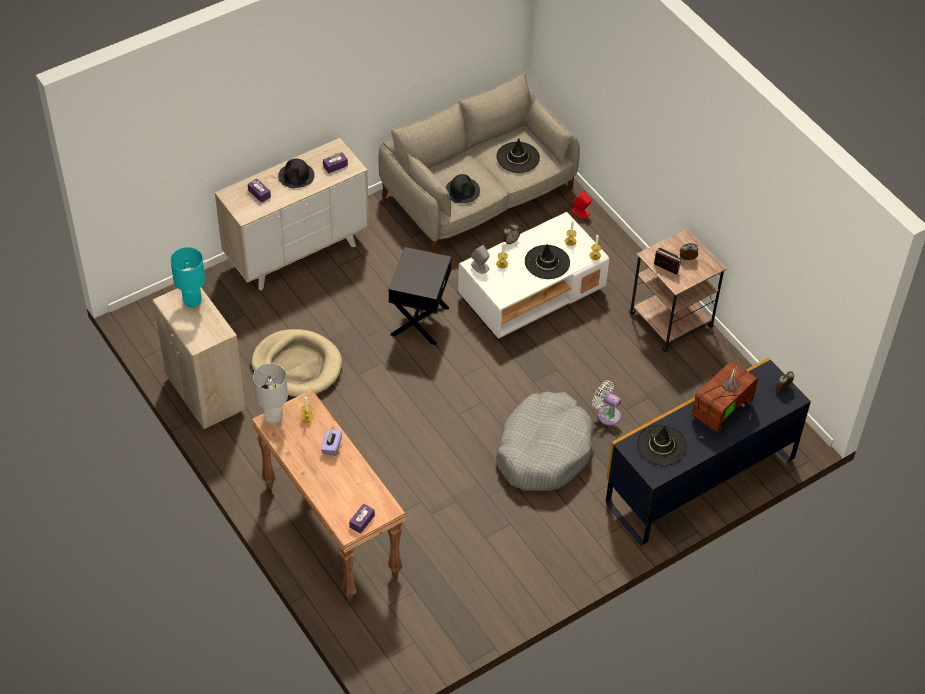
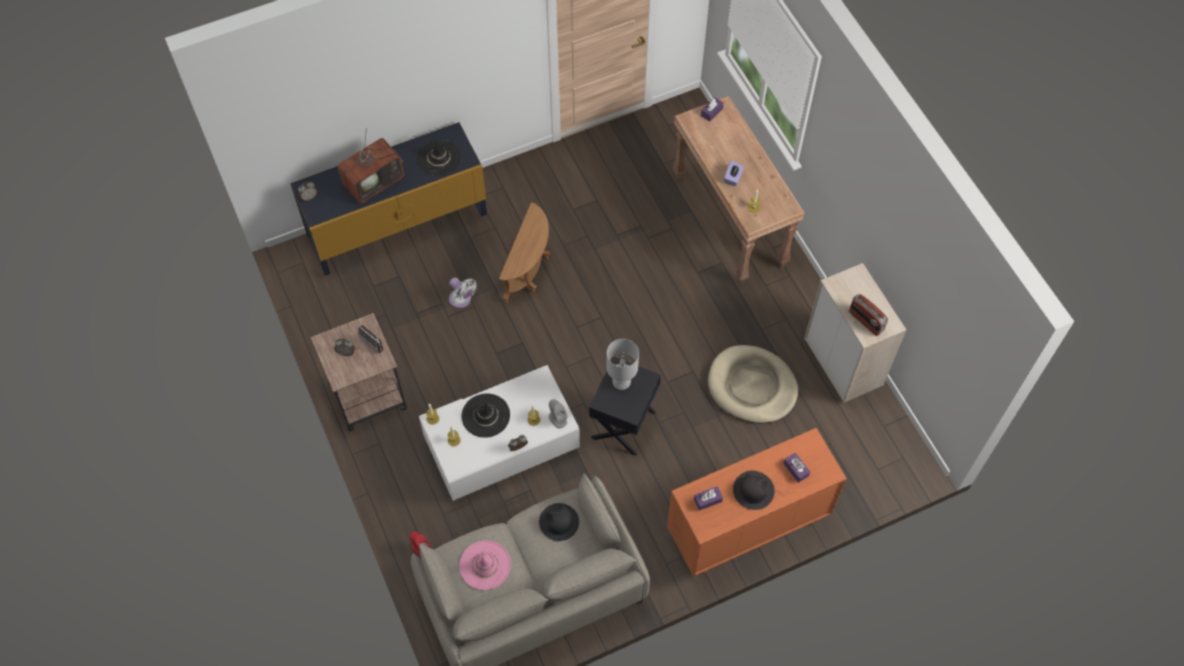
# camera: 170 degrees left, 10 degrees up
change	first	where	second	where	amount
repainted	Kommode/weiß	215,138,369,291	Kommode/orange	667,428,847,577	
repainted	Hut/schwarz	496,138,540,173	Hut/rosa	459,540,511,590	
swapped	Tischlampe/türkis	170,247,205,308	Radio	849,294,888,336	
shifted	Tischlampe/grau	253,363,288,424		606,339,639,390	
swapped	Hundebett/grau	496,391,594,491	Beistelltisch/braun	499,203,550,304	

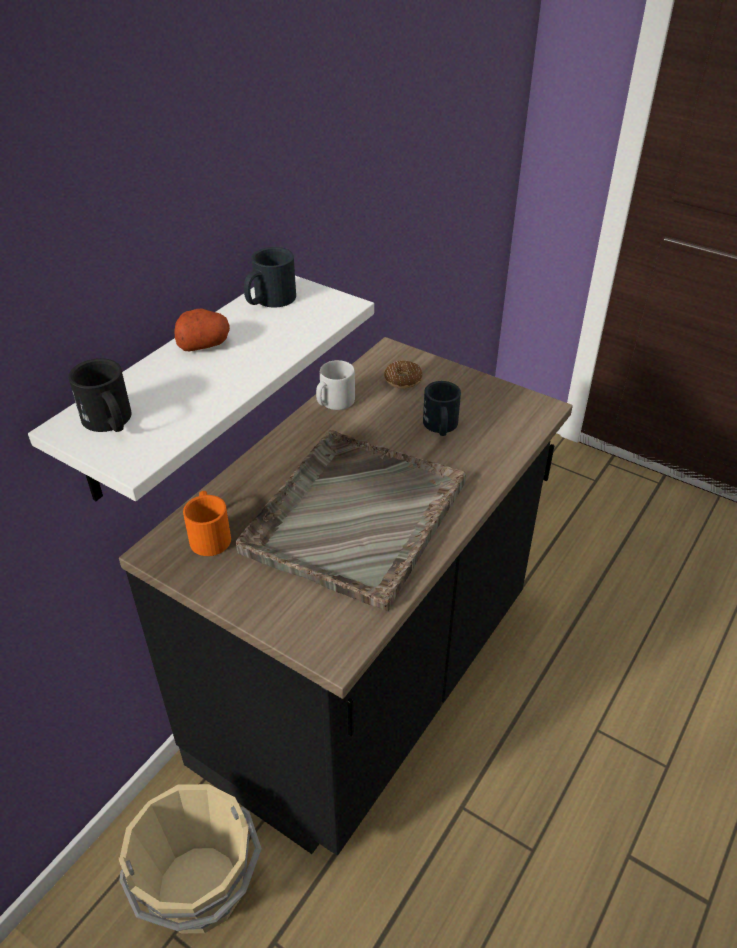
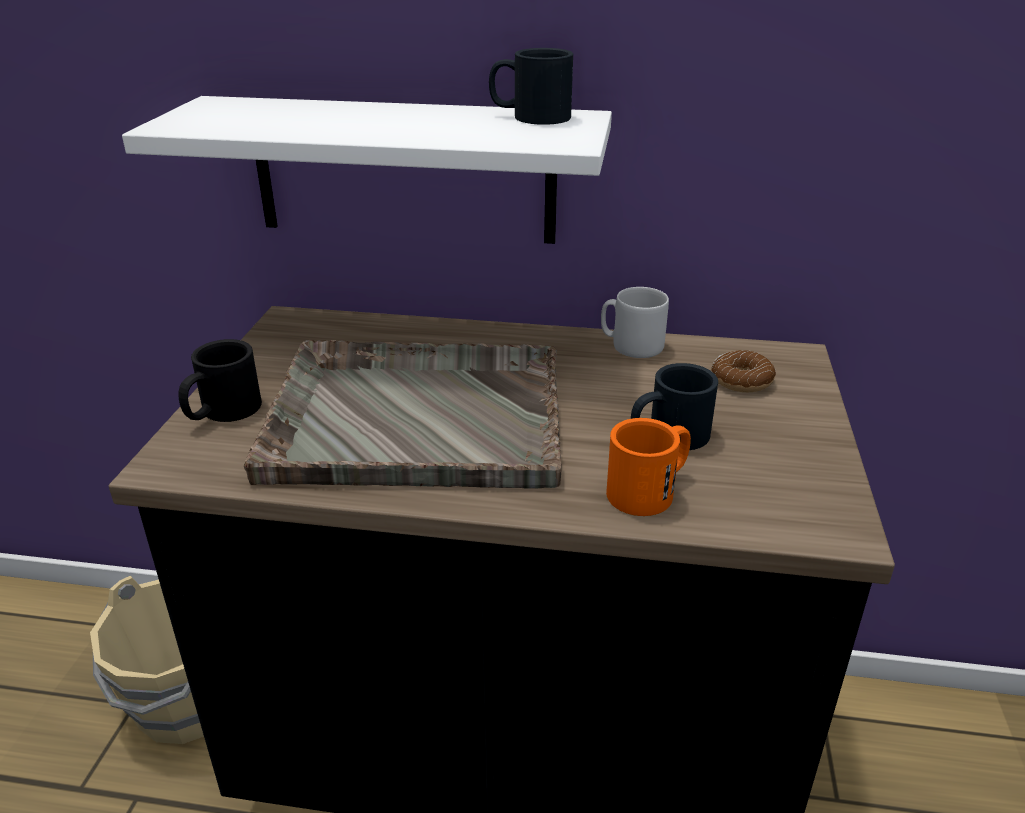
# camera: 65 degrees right, 10 degrees down
change	first	where	second	where	amount
gone	Kartoffel	174,308,230,351			
shifted	Henkelbecher/schwarz	68,358,131,432		178,339,262,422	
shifted	Henkelbecher/orange	183,491,231,556		606,418,691,516	

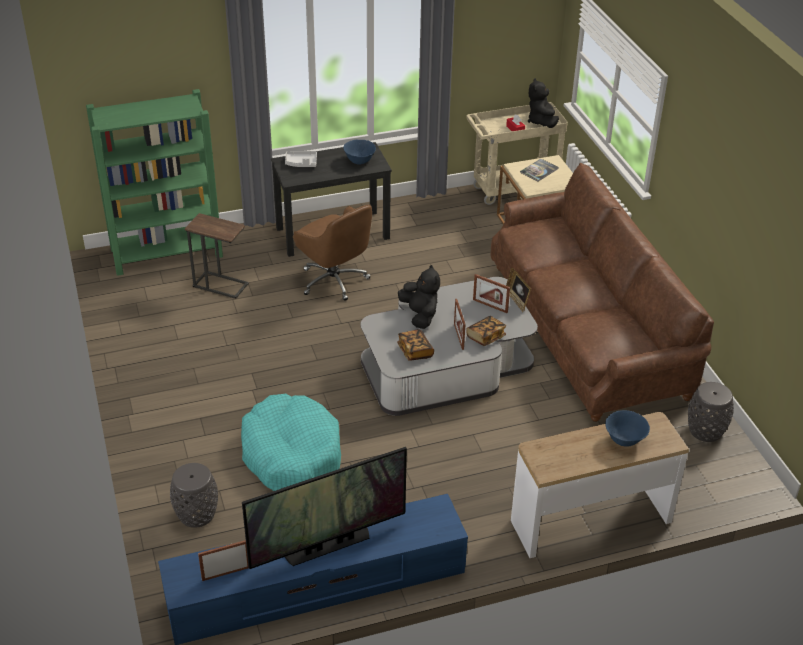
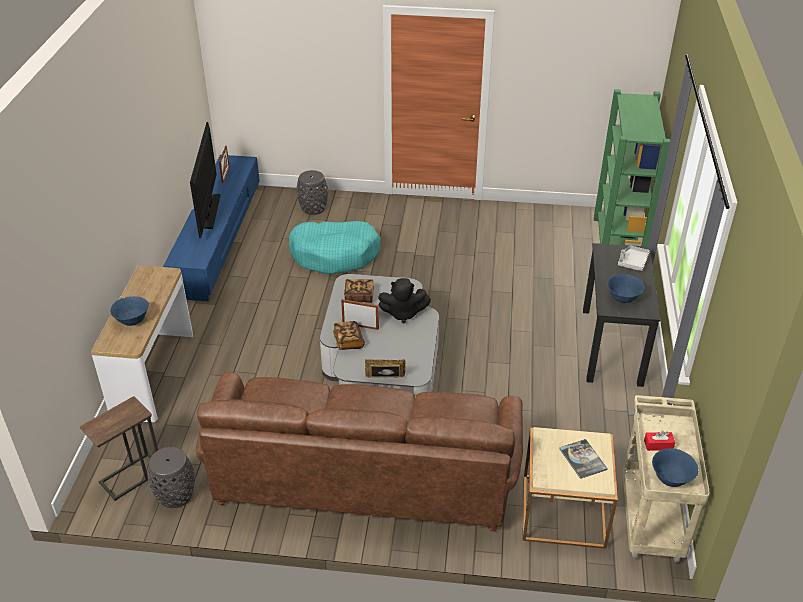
# camera: 115 degrees right, 0 degrees up
change	first	where	second	where	amount
swapped	Plüschtier/schwarz	528,78,559,128	Schüssel/blau	652,448,698,487	
gone	Bürostuhl/braun	293,205,372,300			
shifted	Beistelltisch/braun	185,213,249,299		80,396,158,501	
gone	Bilderrahmen	473,274,510,313			

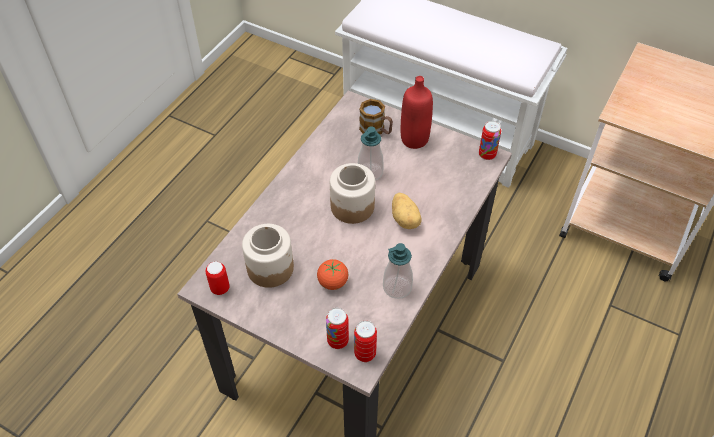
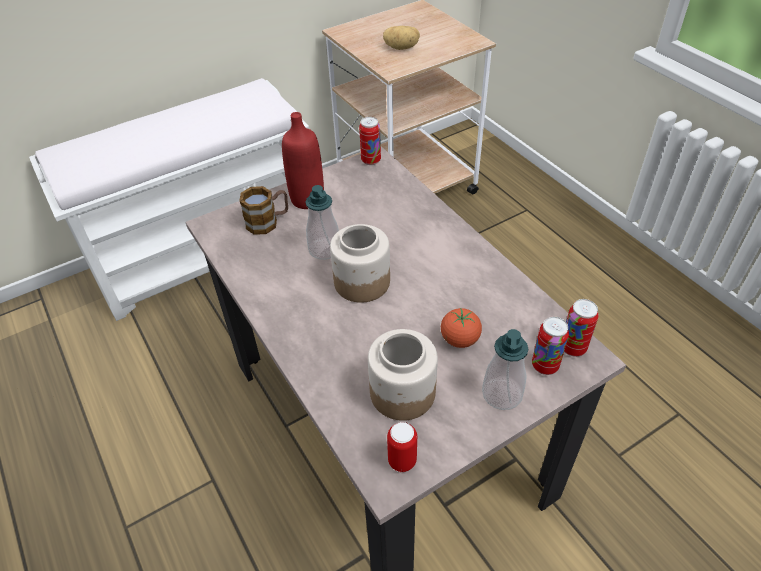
# camera: 60 degrees left, 5 degrees down
change	first	where	second	where	amount
shifted	Kartoffel	392,193,421,229		383,26,420,50	
shifted	Seifenspender	383,243,413,299		482,329,528,410	

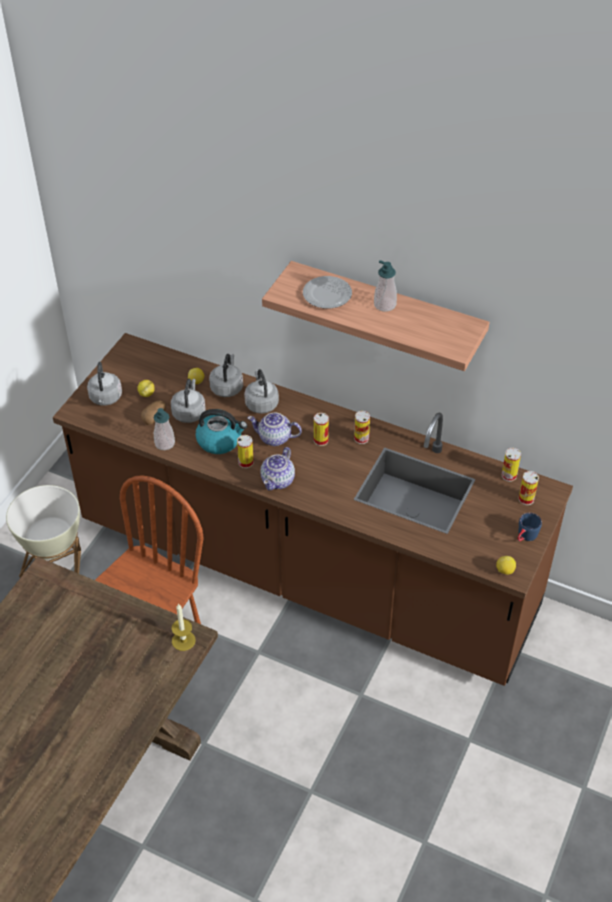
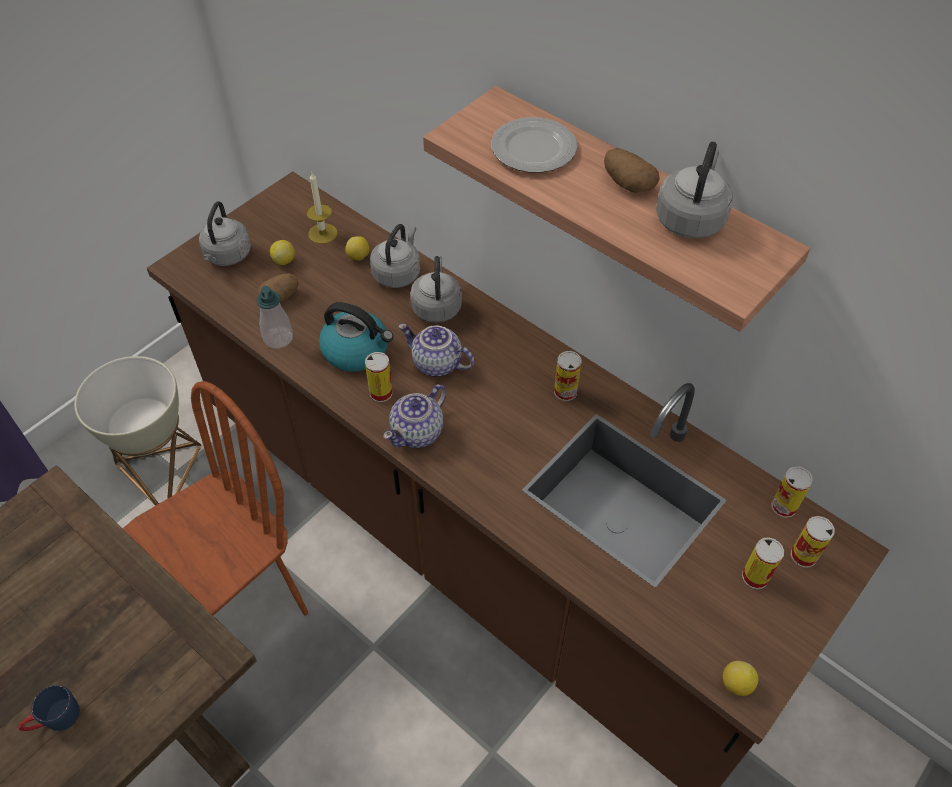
# camera: 15 degrees right, 5 degrees up
change	first	where	second	where	amount
swapped	Seifenspender	374,260,397,312	Kartoffel	604,148,660,193	
shifted	Wasserkessel/grau	171,379,206,423		656,142,733,238	
shifted	Dose	314,413,329,446		742,537,784,589	
shifted	Henkelbecher/blau	518,513,542,541		18,685,80,731	
shifted	Kerze	172,604,196,651		306,172,337,244	

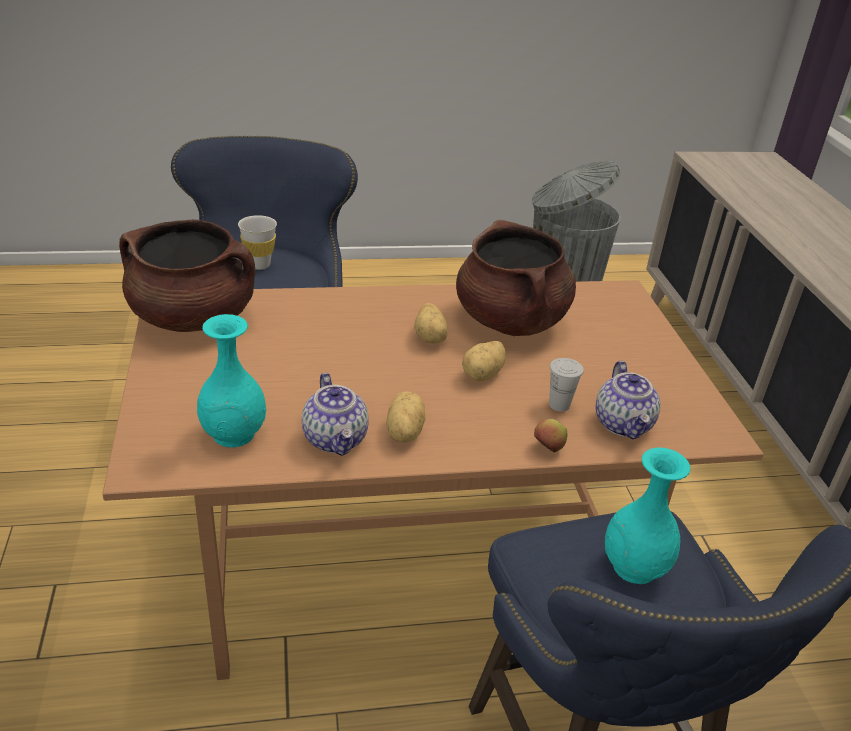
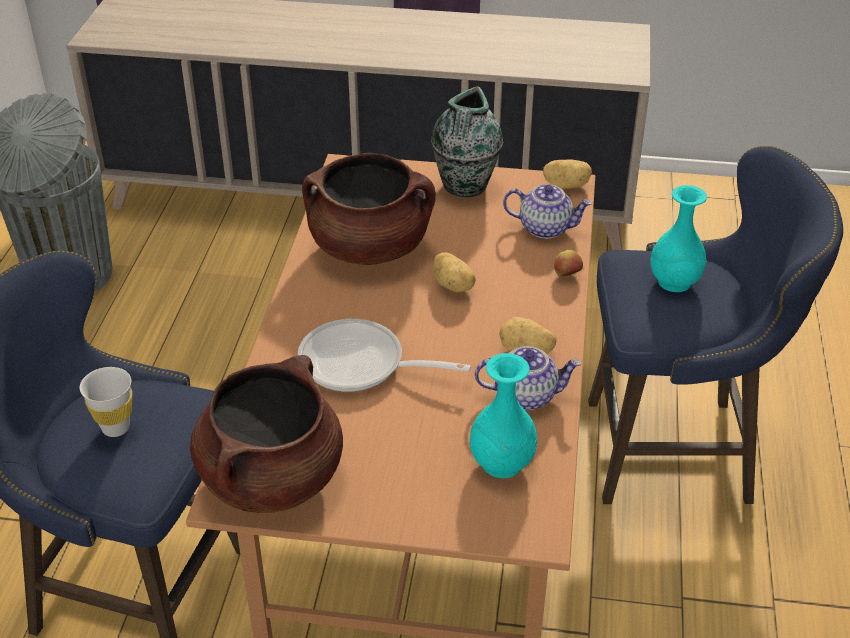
# camera: 70 degrees left, 5 degrees up
change	first	where	second	where	amount
shifted	Kartoffel	414,303,448,344		543,159,592,189	
gone	Tasse/weiß	549,358,584,412			
new			Vase	431,86,503,197	
new			Pfanne	297,319,471,392	

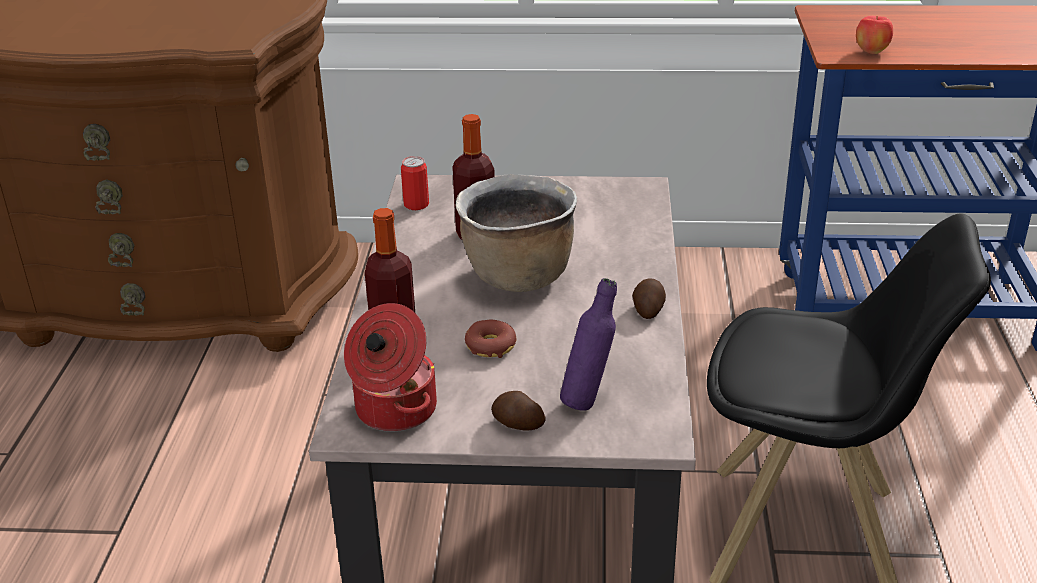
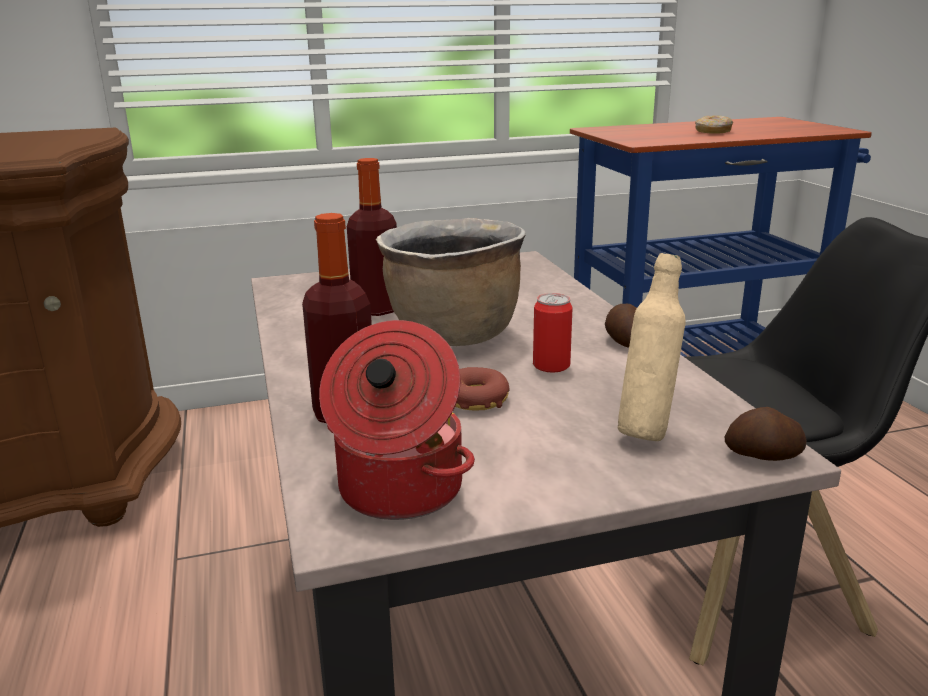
# camera: 20 degrees left, 10 degrees down
change	first	where	second	where	amount
gone	Apfel	856,16,893,54			
shifted	Dose	401,156,429,210		533,293,573,373	
repainted	Flasche/lila	560,278,617,411	Flasche/beige	618,253,686,441	
shifted	Kartoffel	491,391,545,430		725,407,807,461	
new			Donut	695,115,733,134	

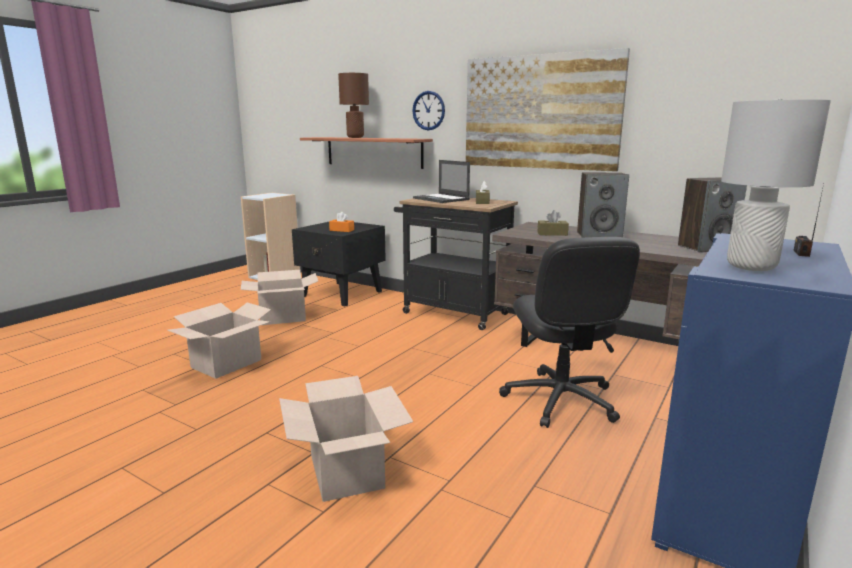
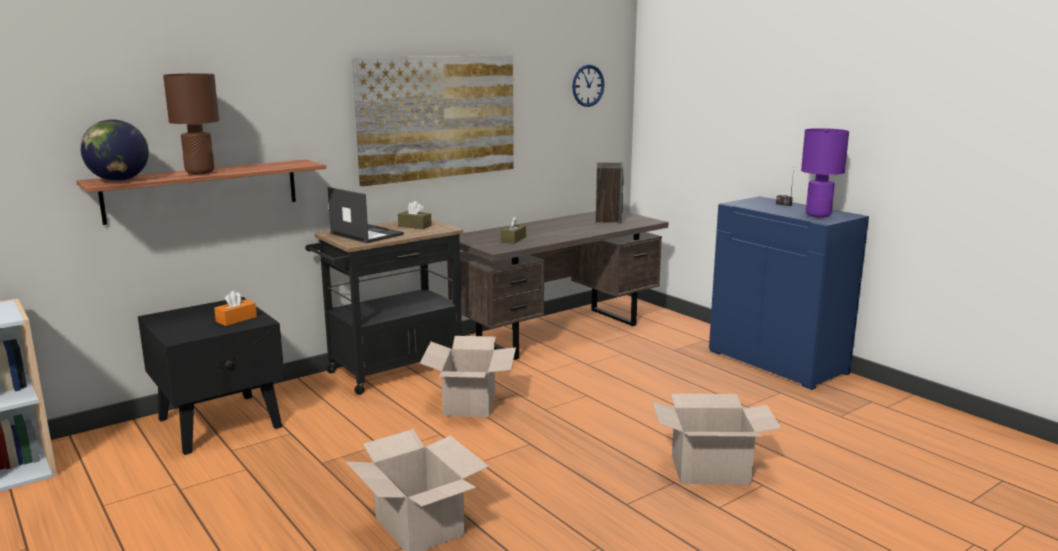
# camera: 70 degrees left, 0 degrees up
change	first	where	second	where	amount
shifted	Wanduhr	412,91,445,130		572,65,604,107	
repainted	Tischlampe/grau	721,99,831,271	Tischlampe/lila	801,128,849,218	
rotated	Laptop	413,160,470,203		327,187,404,243	120 degrees counterclockwise
gone	Lautsprecher	577,172,629,238			
gone	Bürostuhl/schwarz	499,237,640,428			
shifted	Karton	241,270,318,325		420,336,516,417	
new			Globus	80,119,149,181	

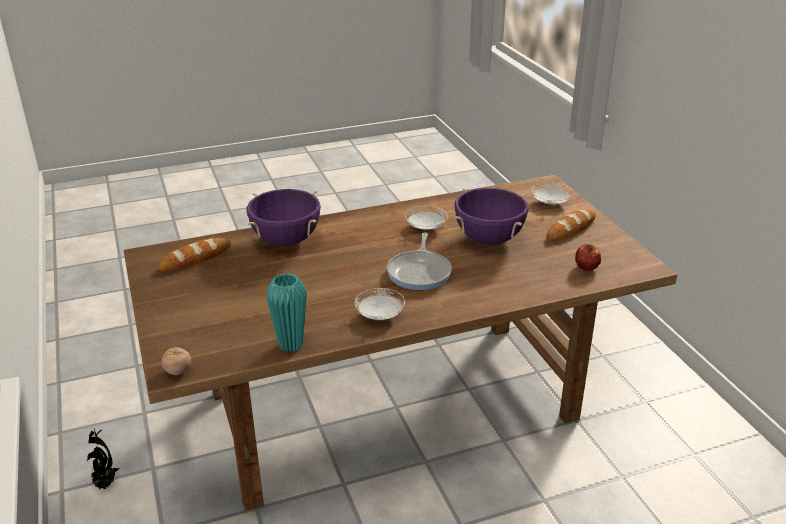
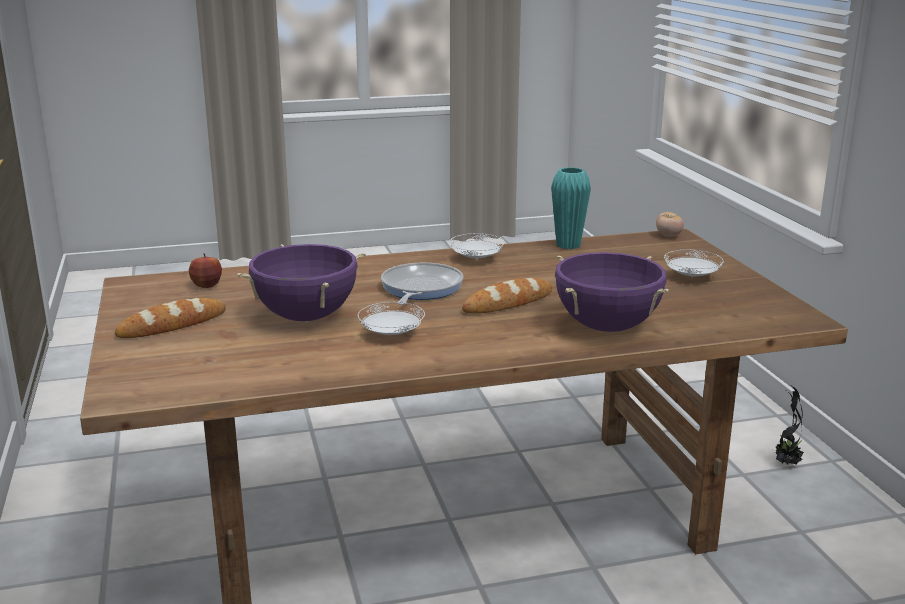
# camera: 175 degrees left, 10 degrees down
change	first	where	second	where	amount
shifted	Teller/weiß	532,182,573,204		664,250,724,277	
shifted	Brot	158,238,231,271		462,278,552,314	

